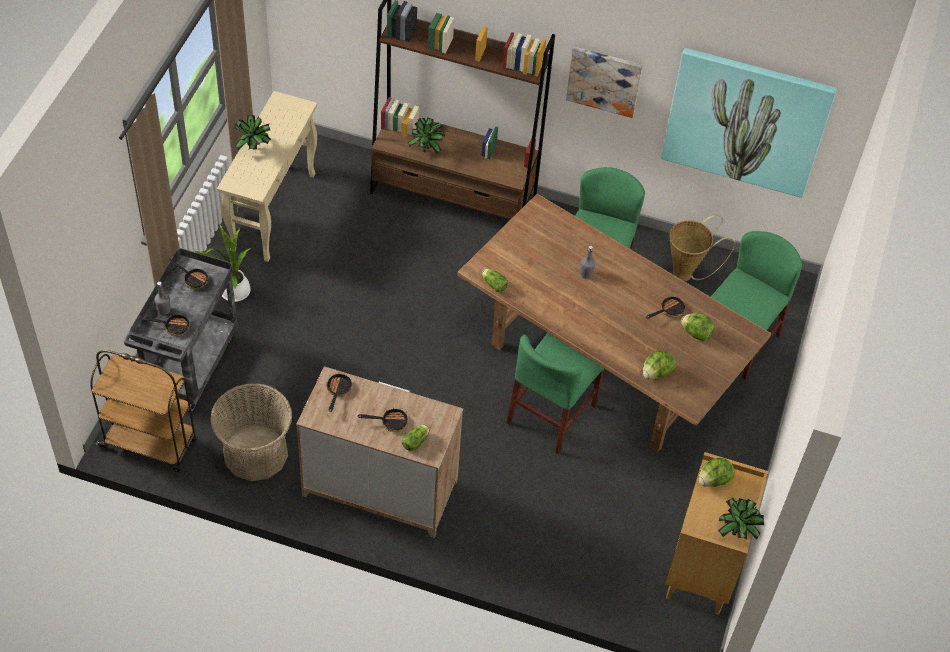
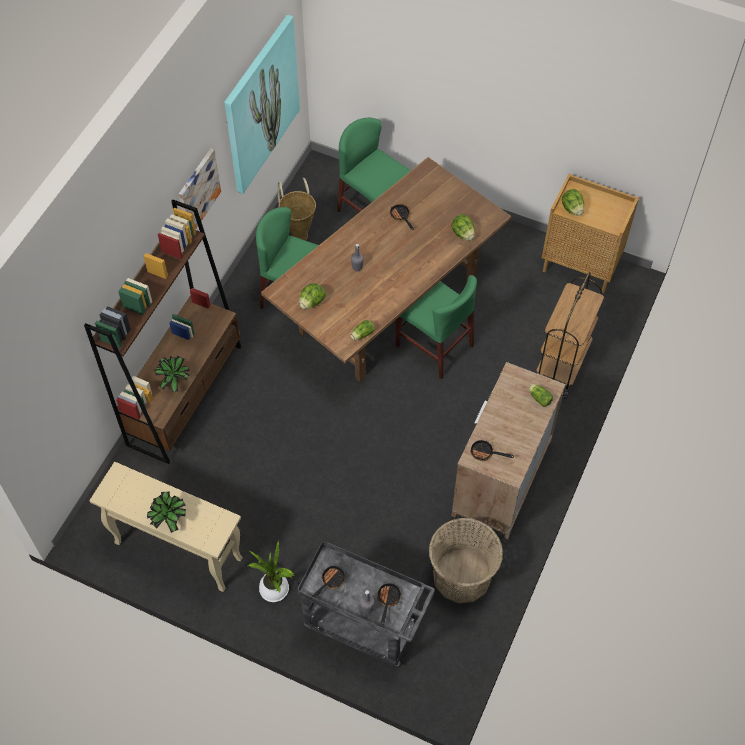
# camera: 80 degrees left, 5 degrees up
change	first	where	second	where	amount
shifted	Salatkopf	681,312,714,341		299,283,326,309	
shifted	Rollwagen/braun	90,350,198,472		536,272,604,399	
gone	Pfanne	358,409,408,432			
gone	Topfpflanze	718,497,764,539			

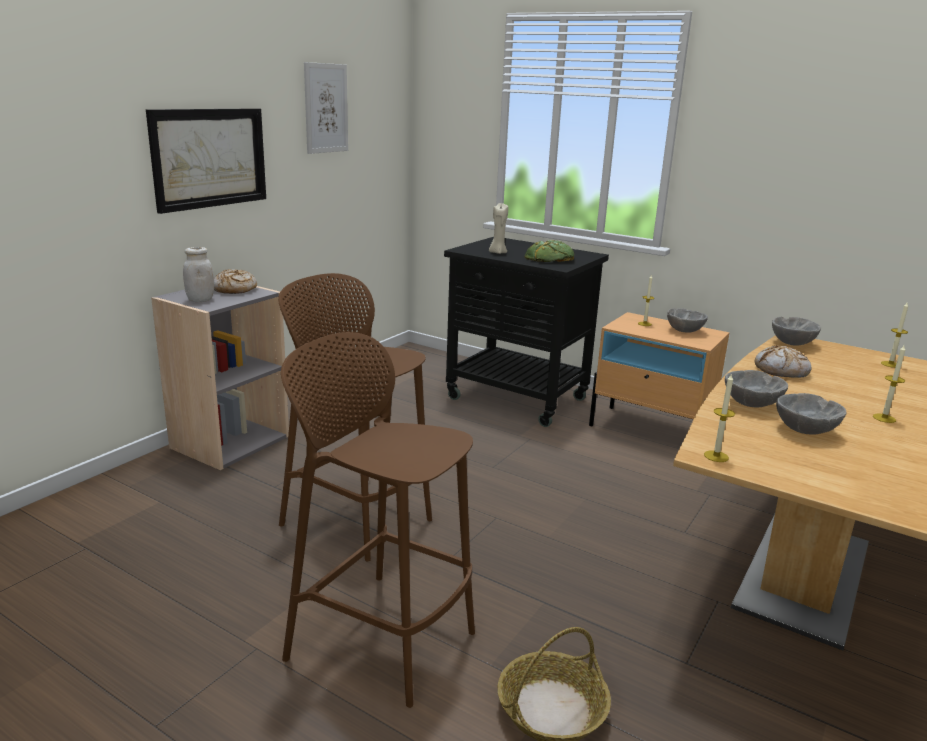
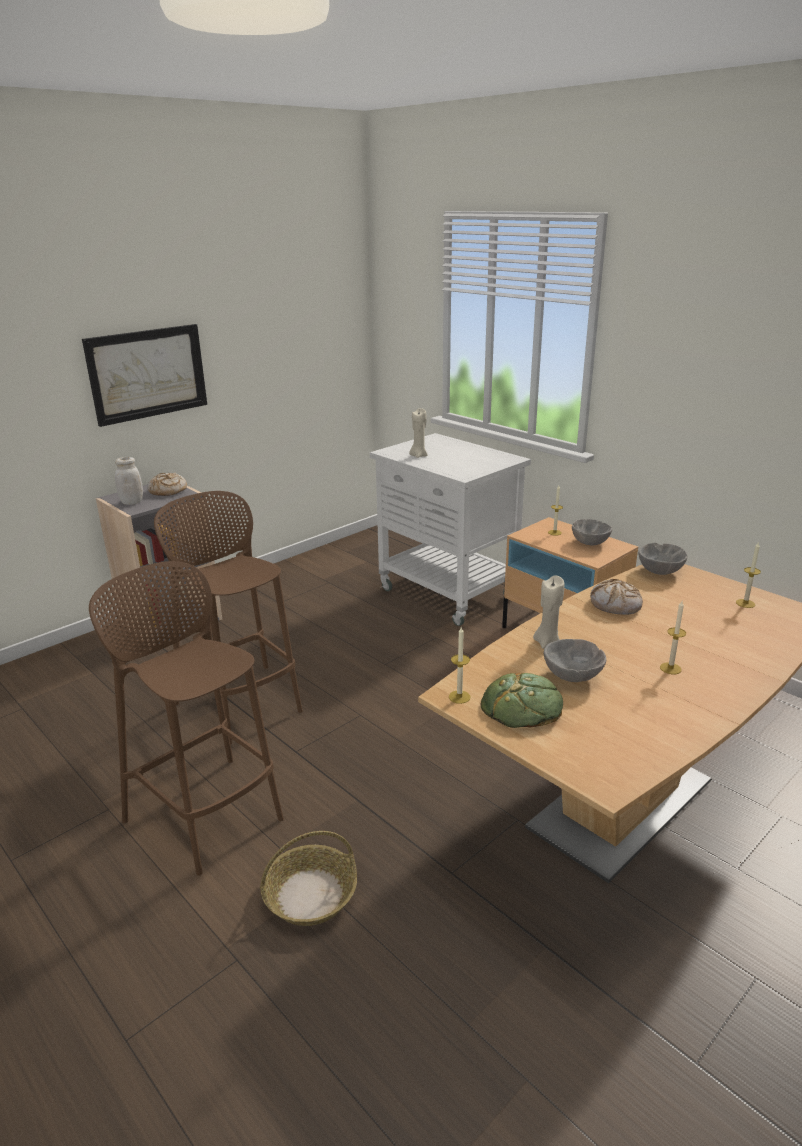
# camera: 15 degrees right, 5 degrees up
change	first	where	second	where	amount
gone	Bild	304,62,348,154			
repainted	Rollwagen/schwarz	444,237,609,427	Rollwagen/weiß	370,433,531,626	
shifted	Brot	524,240,574,262		480,673,563,728	
swapped	Schüssel/grau	725,370,788,407	Kerze/beige	533,575,564,649	

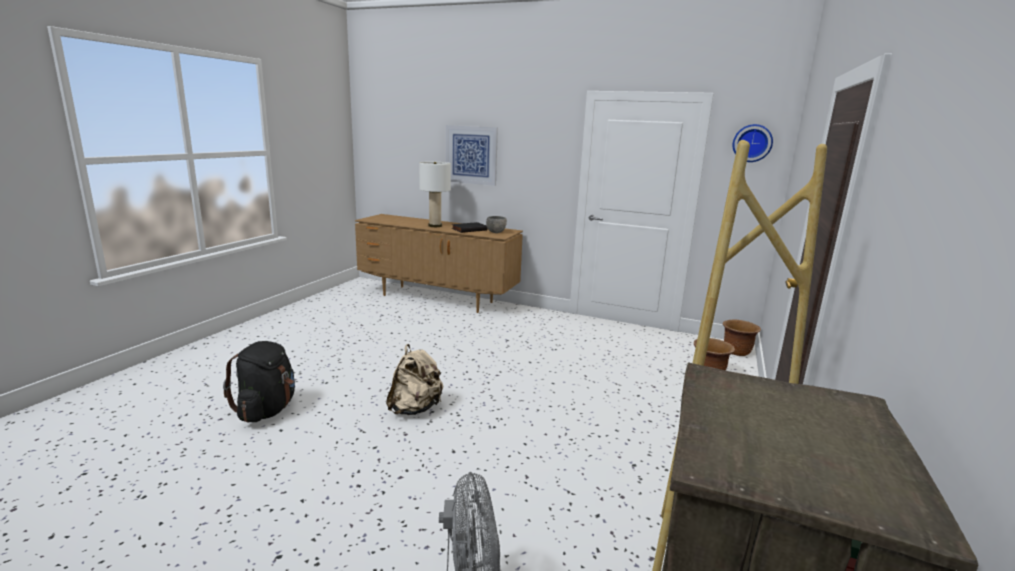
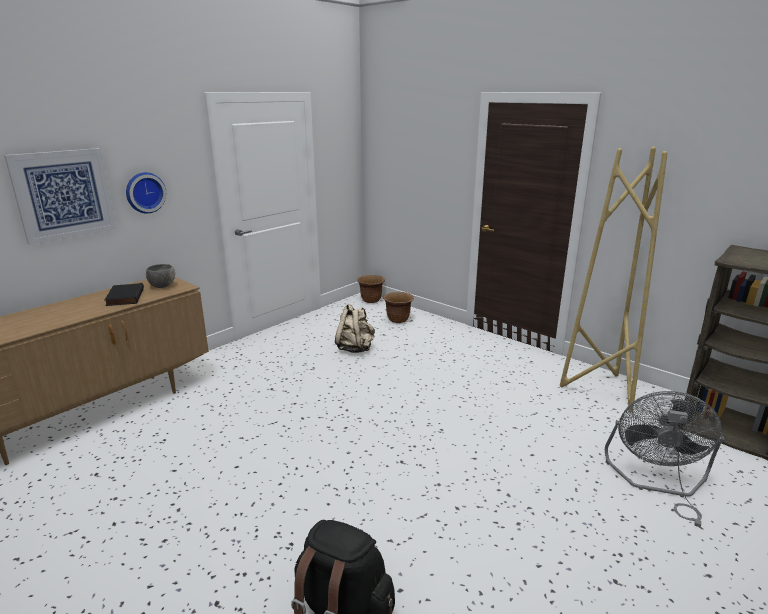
# camera: 70 degrees left, 5 degrees up
change	first	where	second	where	amount
shifted	Wanduhr	733,124,773,162		126,172,166,214	
gone	Tischlampe/weiß	419,162,451,227			
shifted	Rucksack/beige	386,344,443,415		335,304,375,353	

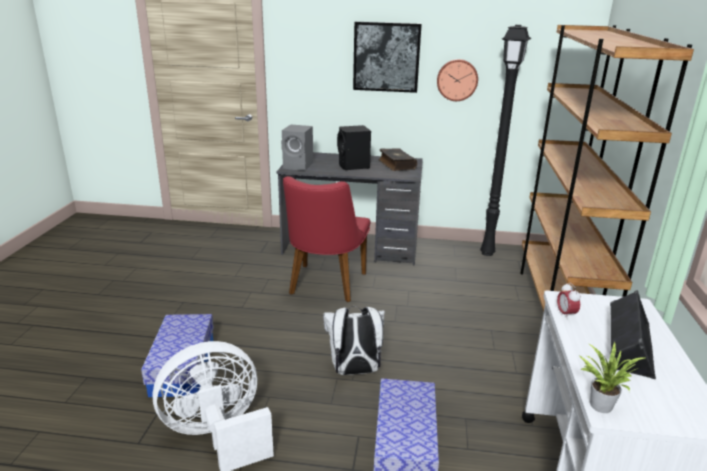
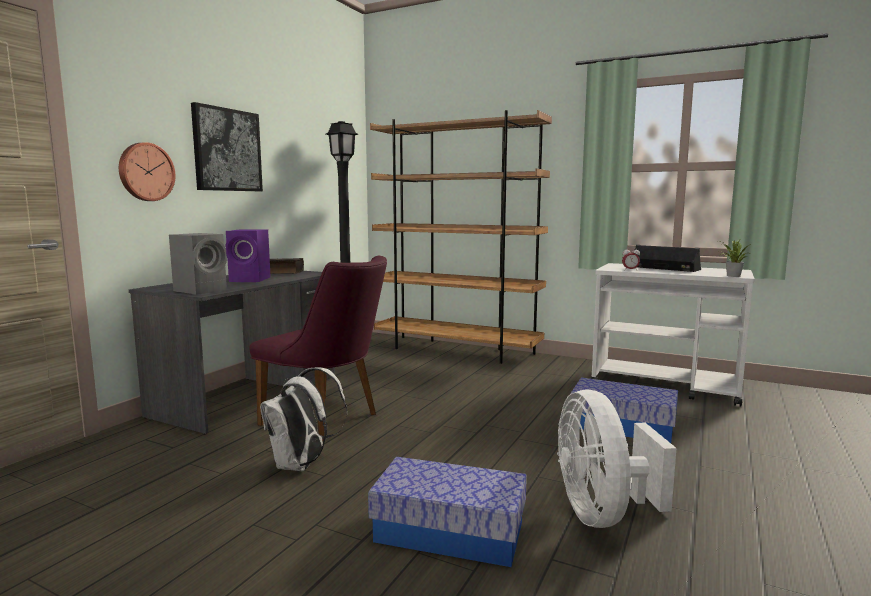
# camera: 70 degrees left, 15 degrees down
change	first	where	second	where	amount
shifted	Wanduhr	437,59,478,101		119,142,176,201	
repainted	Lautsprecher/schwarz	337,125,371,170	Lautsprecher/lila	226,230,271,282	
repainted	Stuhl/rot	283,176,370,302	Stuhl/lila	249,256,387,441	
shifted	Rucksack/weiß	323,306,385,375		260,367,347,472	

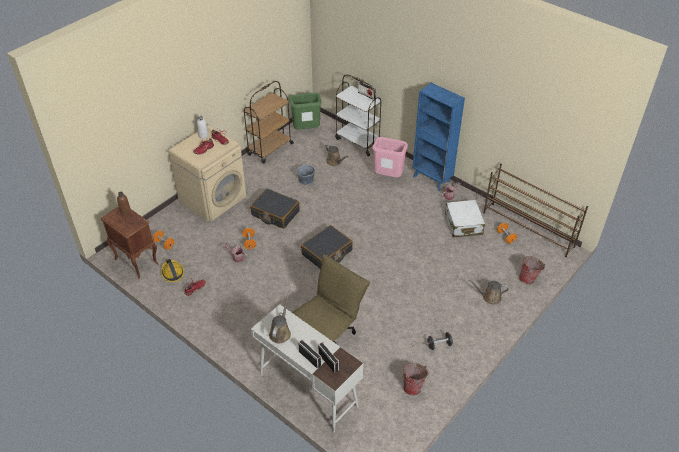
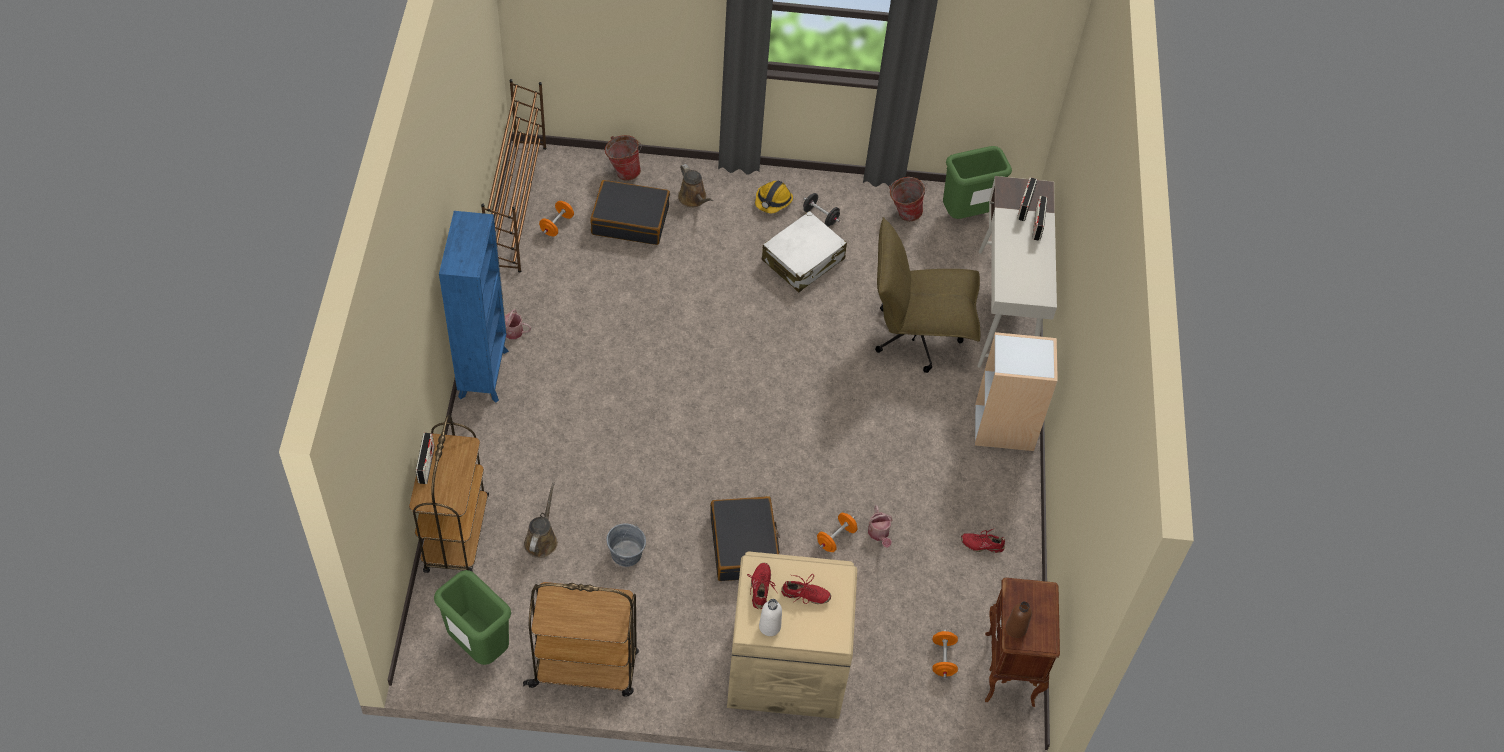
# camera: 130 degrees left, 10 degrees up
change	first	where	second	where	amount
repainted	Rollwagen/weiß	335,74,381,156	Rollwagen/braun	409,415,489,573	
gone	Mülleimer/rosa	372,137,408,178			
shifted	Koffer/weiß	445,200,485,237		762,211,847,292	
shifted	Koffer/schwarz	301,225,353,269		590,180,670,245	
shifted	Schutzhelm	161,259,184,282		755,181,793,213	
gone	Gießkanne/braun	269,294,291,343			
new			Mülleimer/grün	943,146,1012,219	
new			Bücherregal	975,332,1058,451	

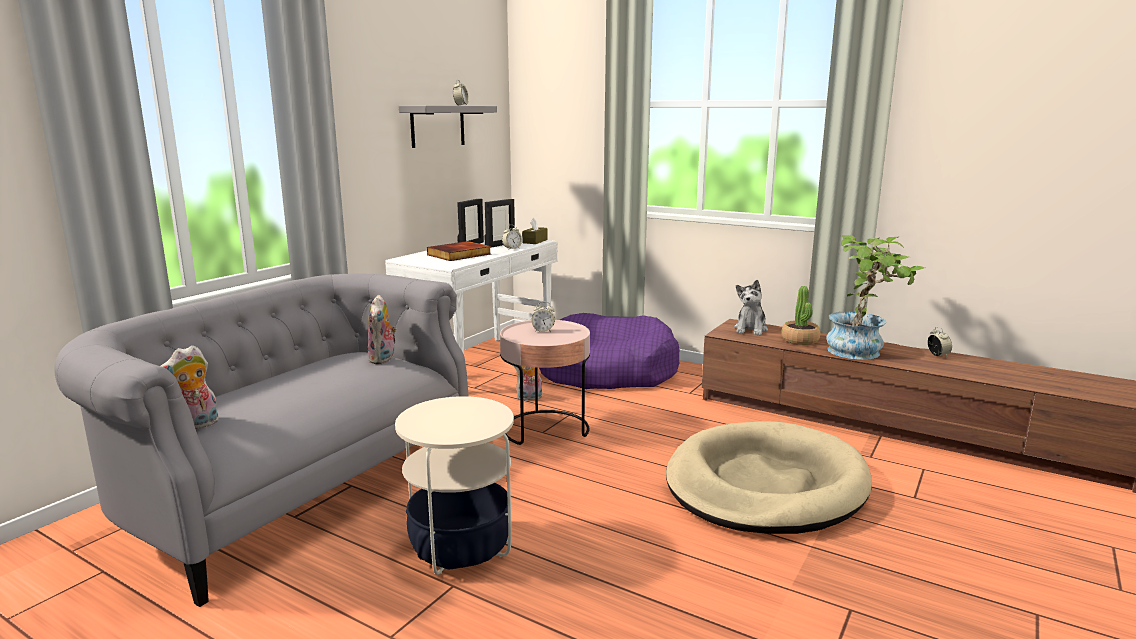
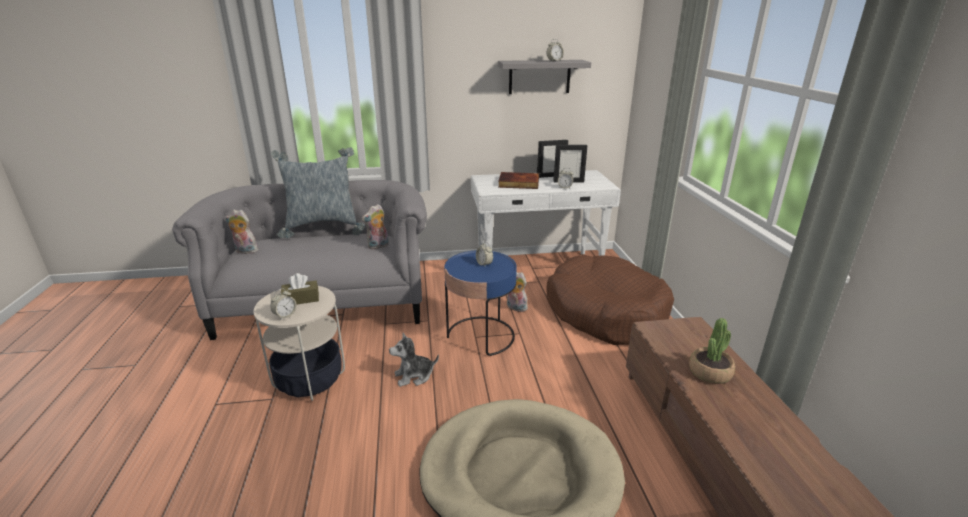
# camera: 50 degrees right, 10 degrees up
change	first	where	second	where	amount
shifted	Taschentuchbox/braun	522,218,548,244		281,273,319,304	
gone	Topfpflanze	826,235,925,360			
shifted	Plüschtier	734,280,768,335		389,333,439,387	
repainted	Hundebett/lila	539,313,680,389	Hundebett/braun	546,255,674,345	
repainted	Beistelltisch/rosa	500,320,590,445	Beistelltisch/blau	444,250,517,356	
shifted	Wecker	928,327,952,357		270,288,297,319	
new			Kissen	271,147,365,239	

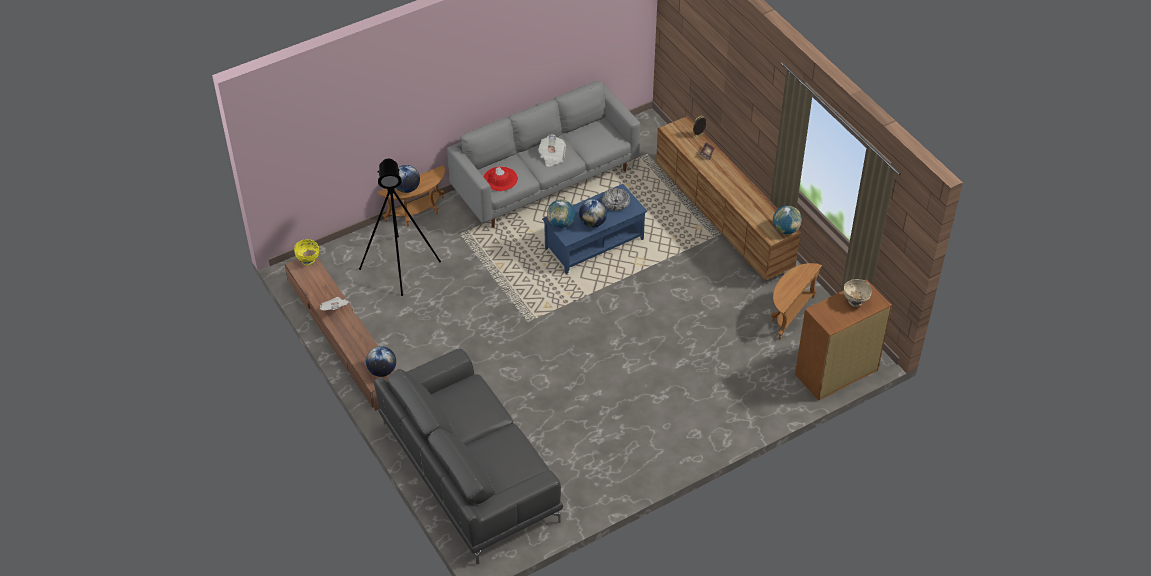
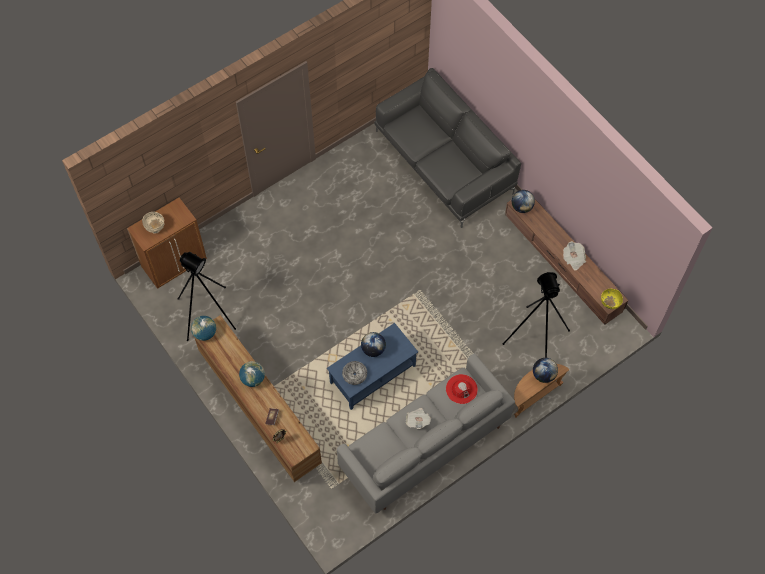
# camera: 175 degrees right, 15 degrees up
change	first	where	second	where	amount
shifted	Globus	547,200,575,228		239,361,265,387	
swapped	Beistelltisch/braun	771,263,822,340	Stehlampe/schwarz	177,252,236,341	

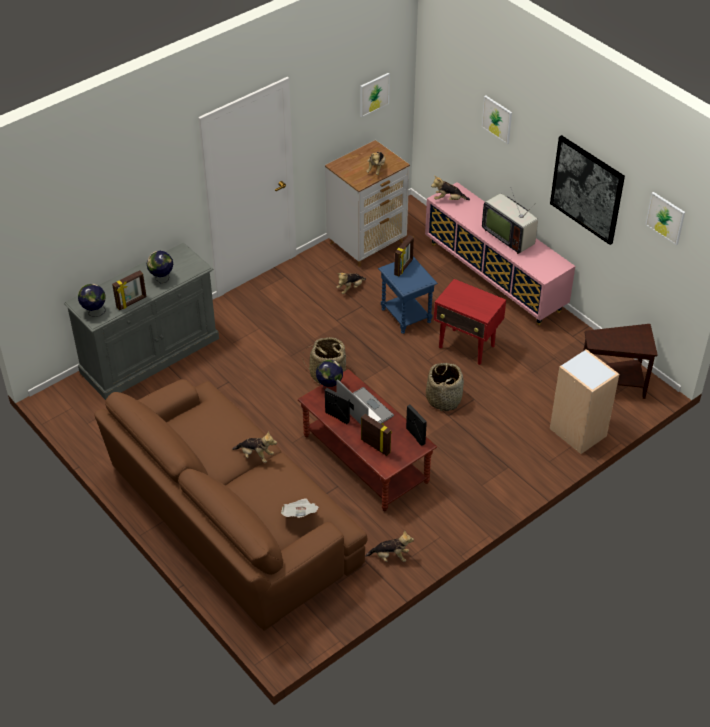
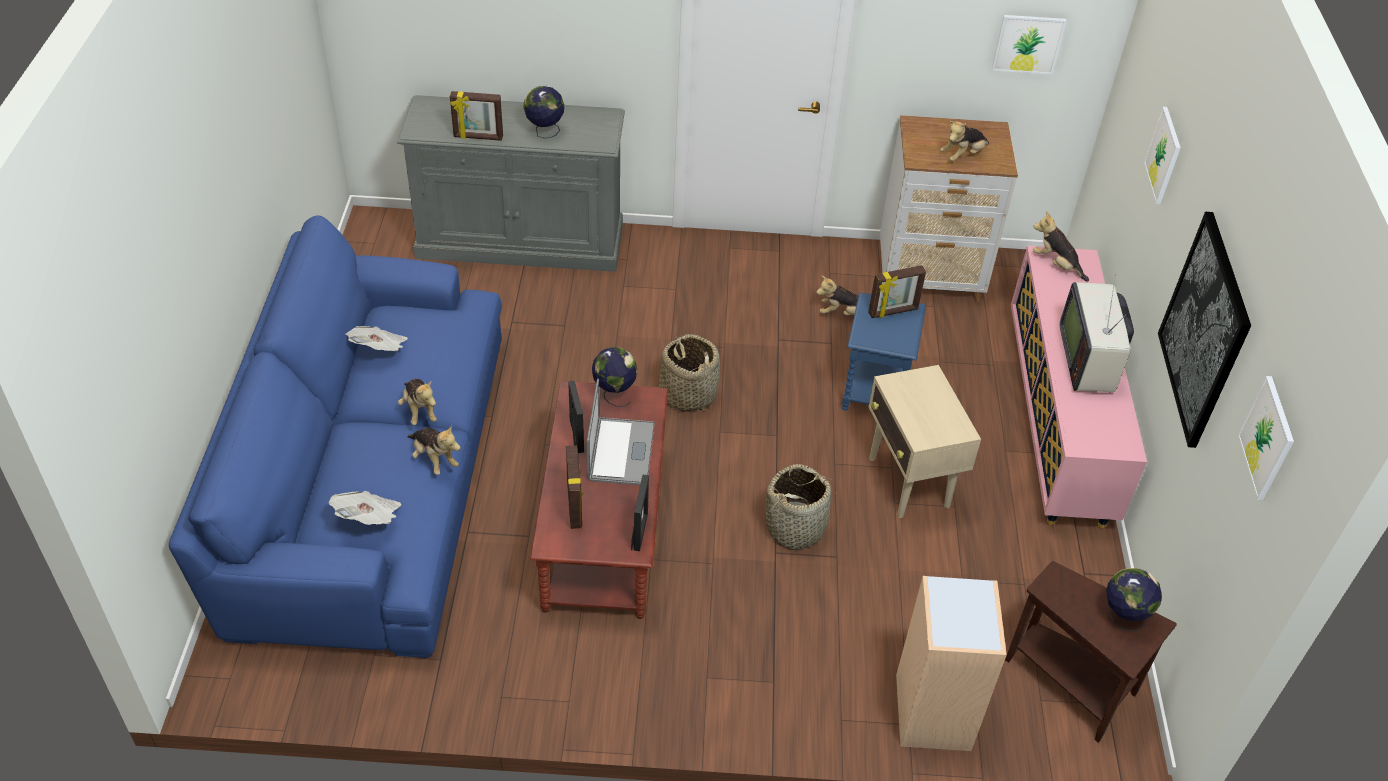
# camera: 40 degrees right, 0 degrees up
change	first	where	second	where	amount
repainted	Beistelltisch/rot	434,279,506,365	Beistelltisch/beige	869,365,981,518	
shifted	Globus	78,284,106,317		1106,568,1162,631	
repainted	Sofa/braun	94,379,367,631	Sofa/blau	169,215,502,658	
shifted	Plüschtier	365,531,414,562		407,425,461,475	
new			Zeitung	346,326,408,351	

